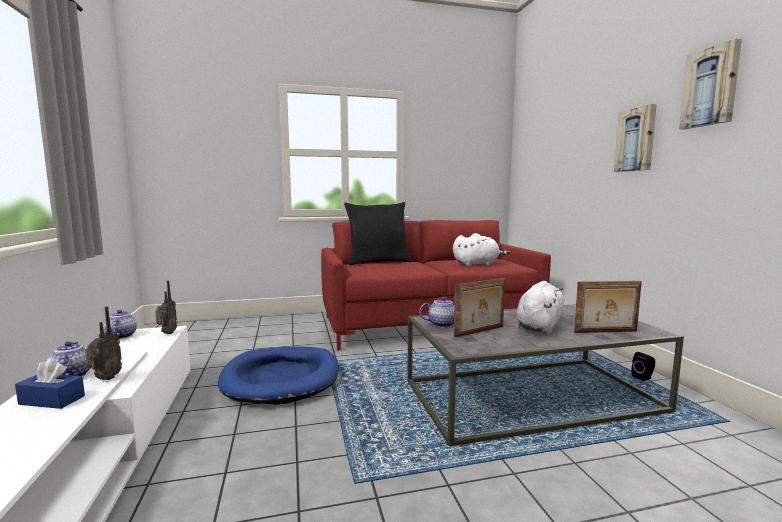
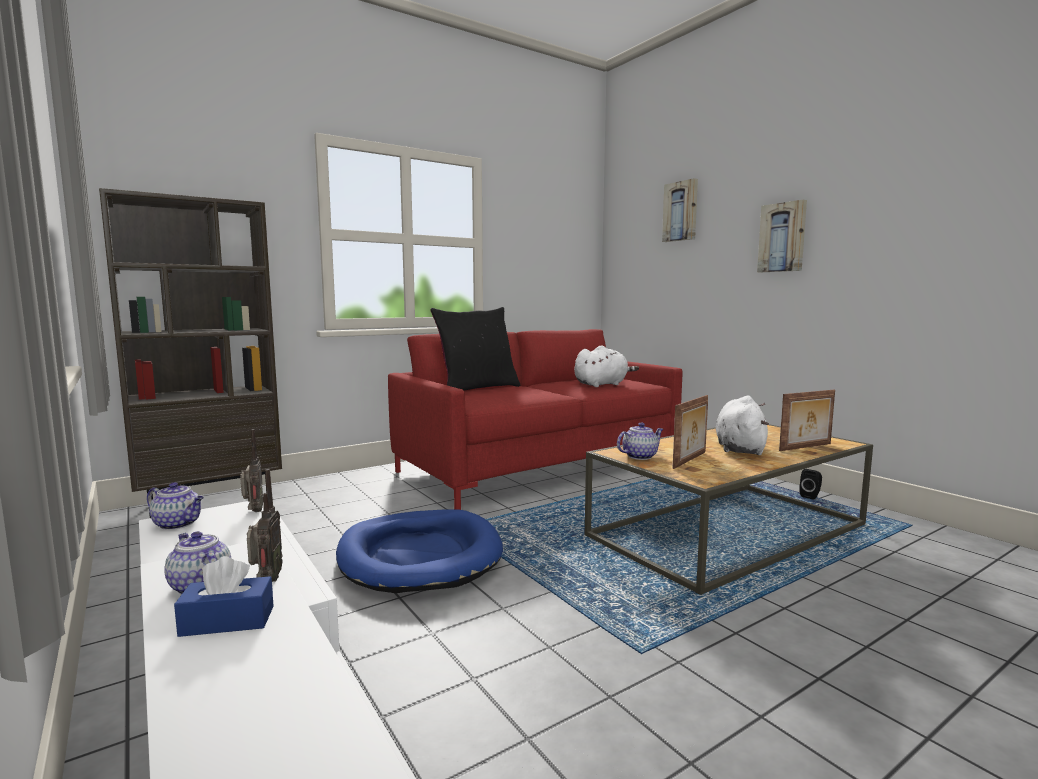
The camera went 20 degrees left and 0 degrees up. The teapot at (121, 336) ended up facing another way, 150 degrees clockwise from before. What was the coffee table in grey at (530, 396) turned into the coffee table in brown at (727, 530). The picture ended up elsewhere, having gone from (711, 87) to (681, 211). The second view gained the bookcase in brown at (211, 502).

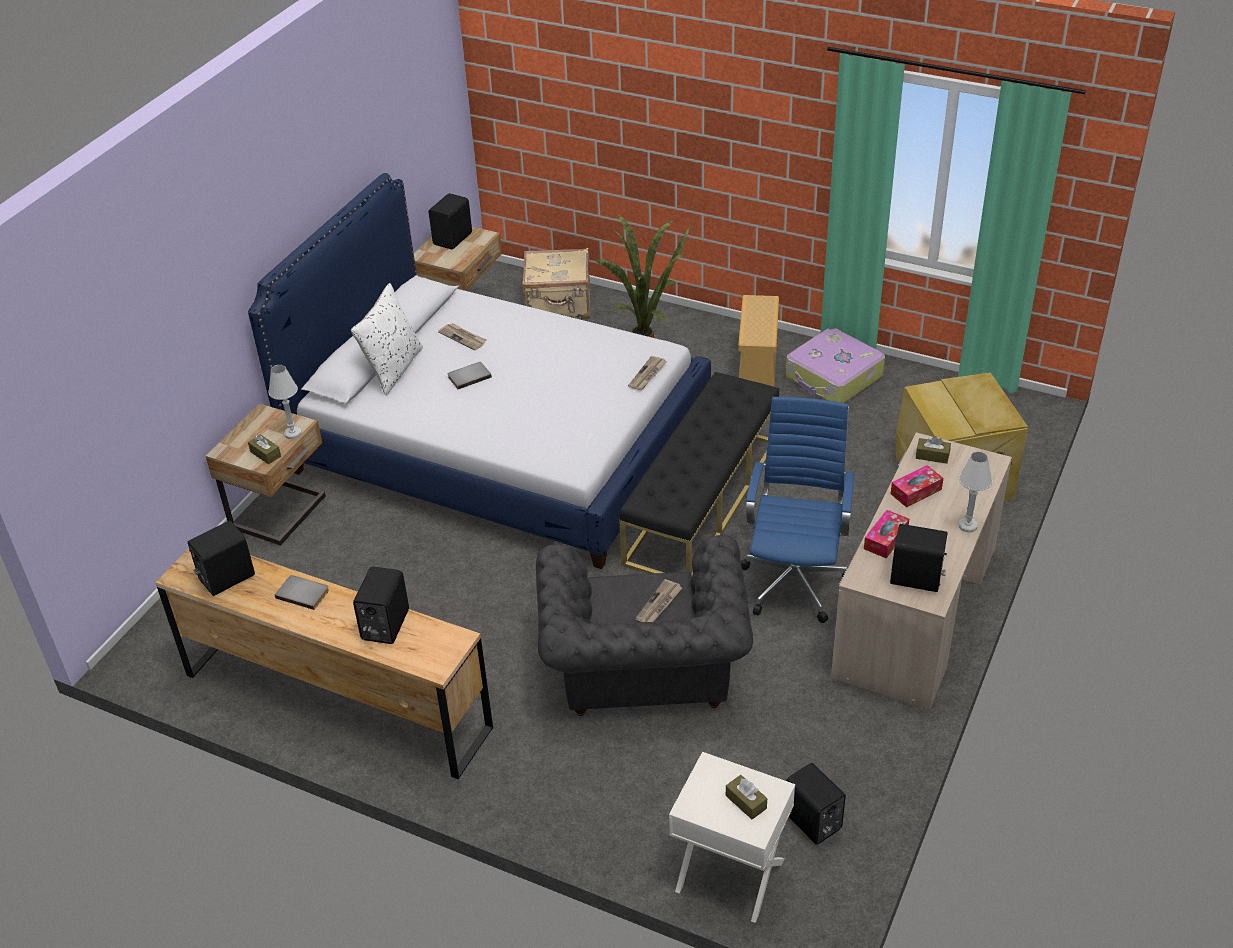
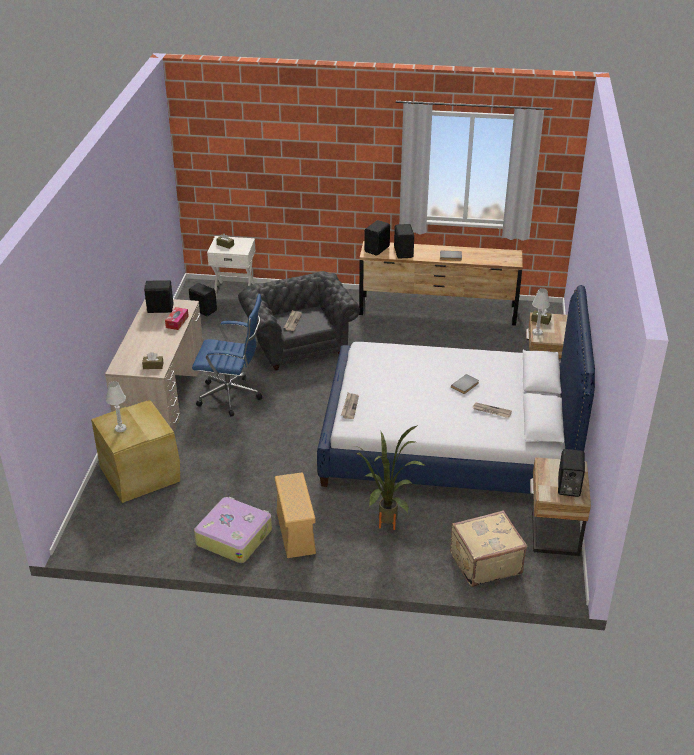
The camera went 160 degrees right and 5 degrees down. The speaker in black ended up elsewhere, having gone from (225, 577) to (377, 249). The second view lost the pillow in white at (393, 369). The second view lost the bench in black at (702, 501). The office chair in blue at (795, 580) ended up facing another way, 75 degrees counterclockwise from before. The second view lost the tissue box at (916, 491). The table lamp in white ended up elsewhere, having gone from (967, 526) to (120, 428).

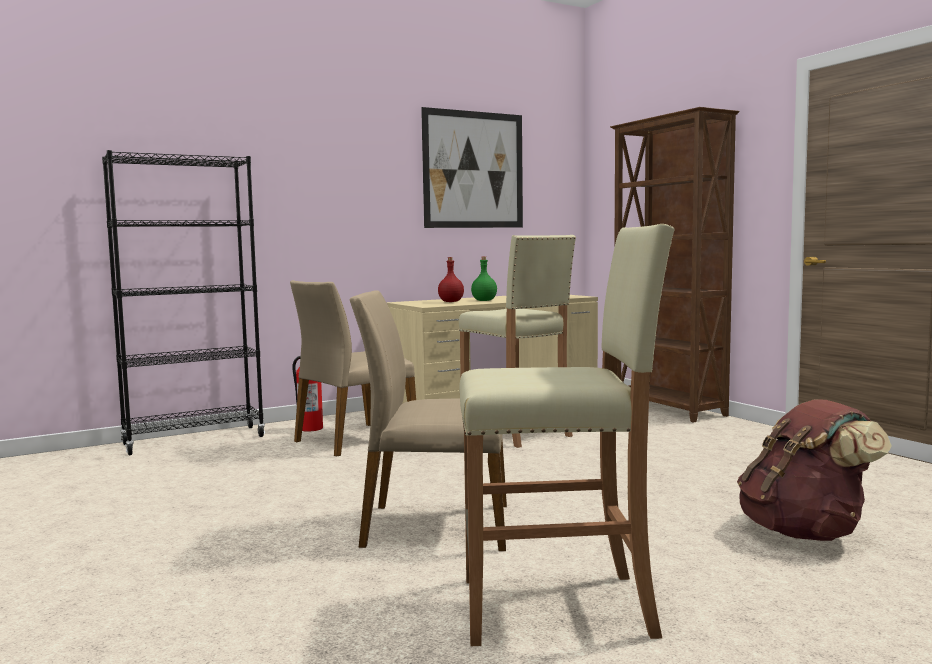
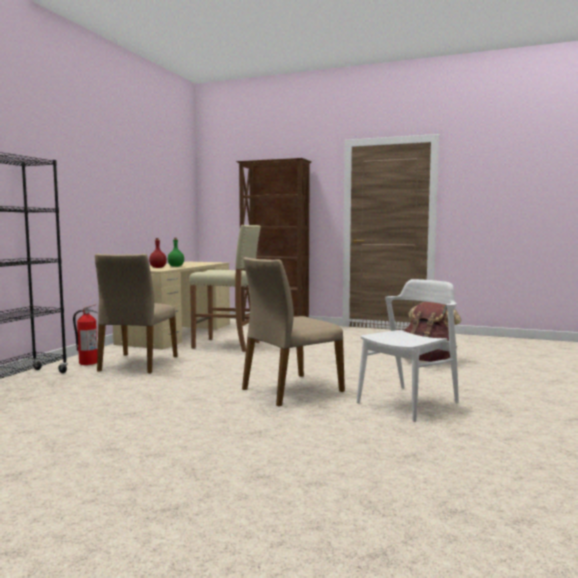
The camera went 40 degrees left and 0 degrees up. The second view lost the picture at (473, 170). Where the stool in beige stood at (558, 607), the chair in white came to stand at (408, 403).

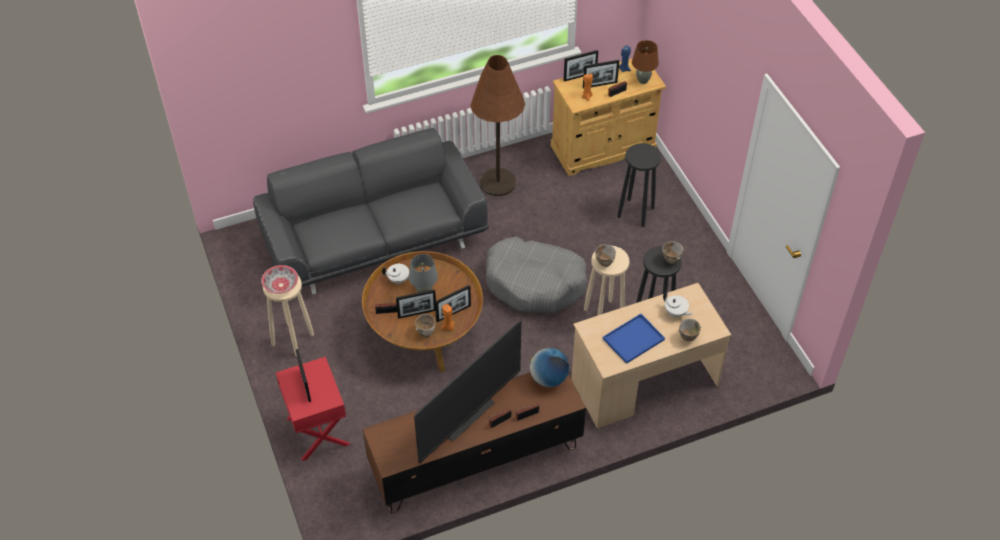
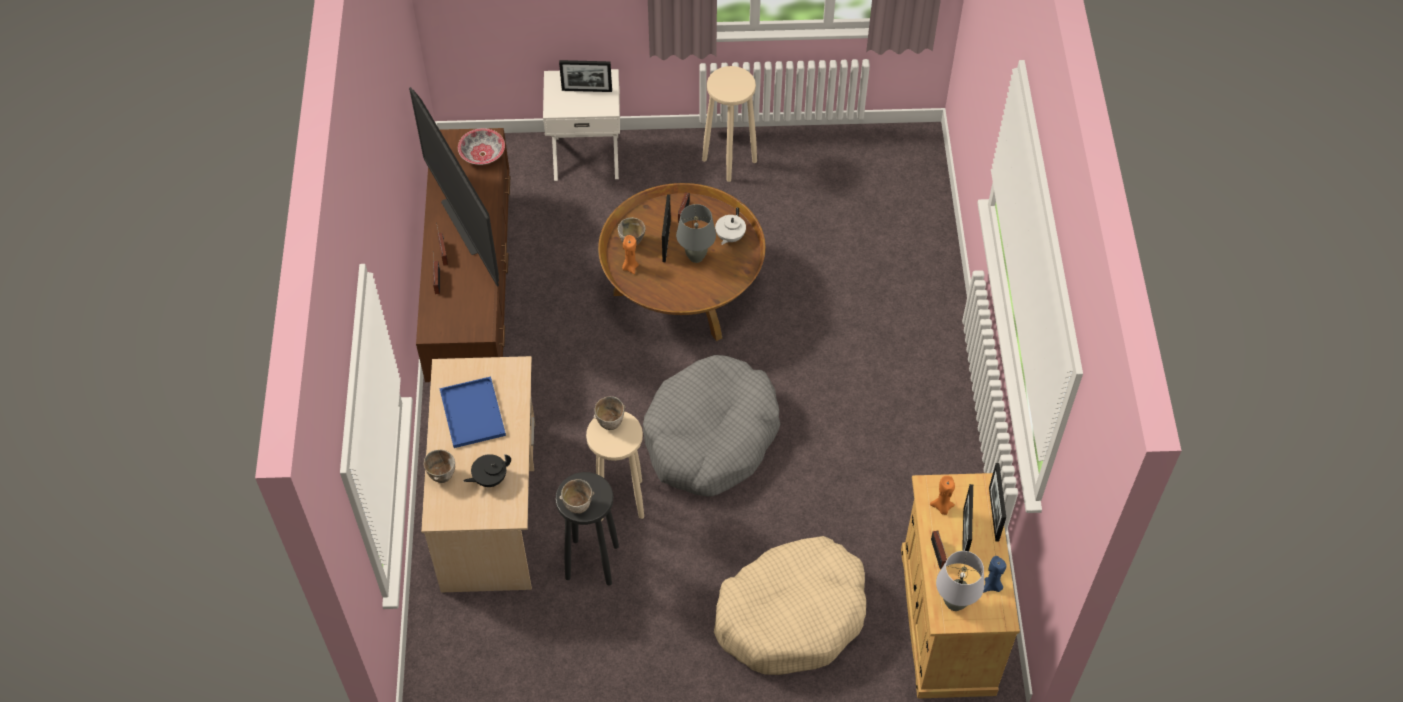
The camera went 110 degrees right and 5 degrees up. The second view lost the sofa in grey at (374, 238). The bowl ended up elsewhere, having gone from (280, 285) to (483, 154). What was the nightstand in red at (317, 432) turned into the nightstand in white at (586, 155). The second view lost the picture frame at (453, 313). The second view lost the floor lamp in brown at (498, 182). The second view lost the globe at (548, 378). Where the stool in black stood at (636, 212), the dog bed in beige came to stand at (792, 614). What was the table lamp in brown at (643, 80) turned into the table lamp in grey at (955, 603). What was the teapot in white at (675, 312) turned into the teapot in black at (489, 478).

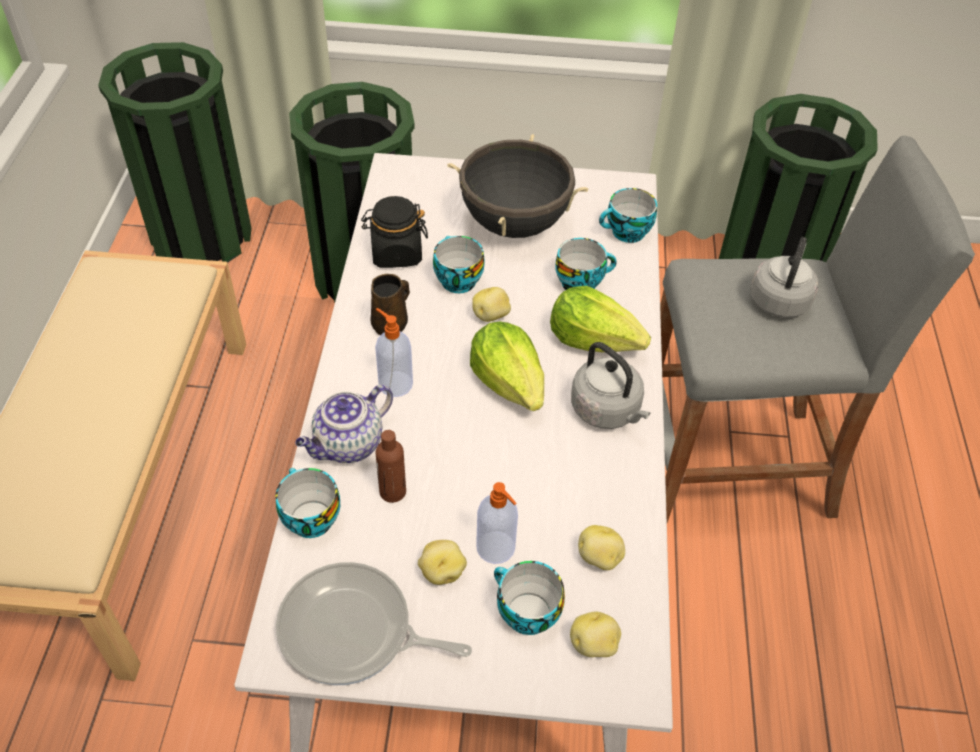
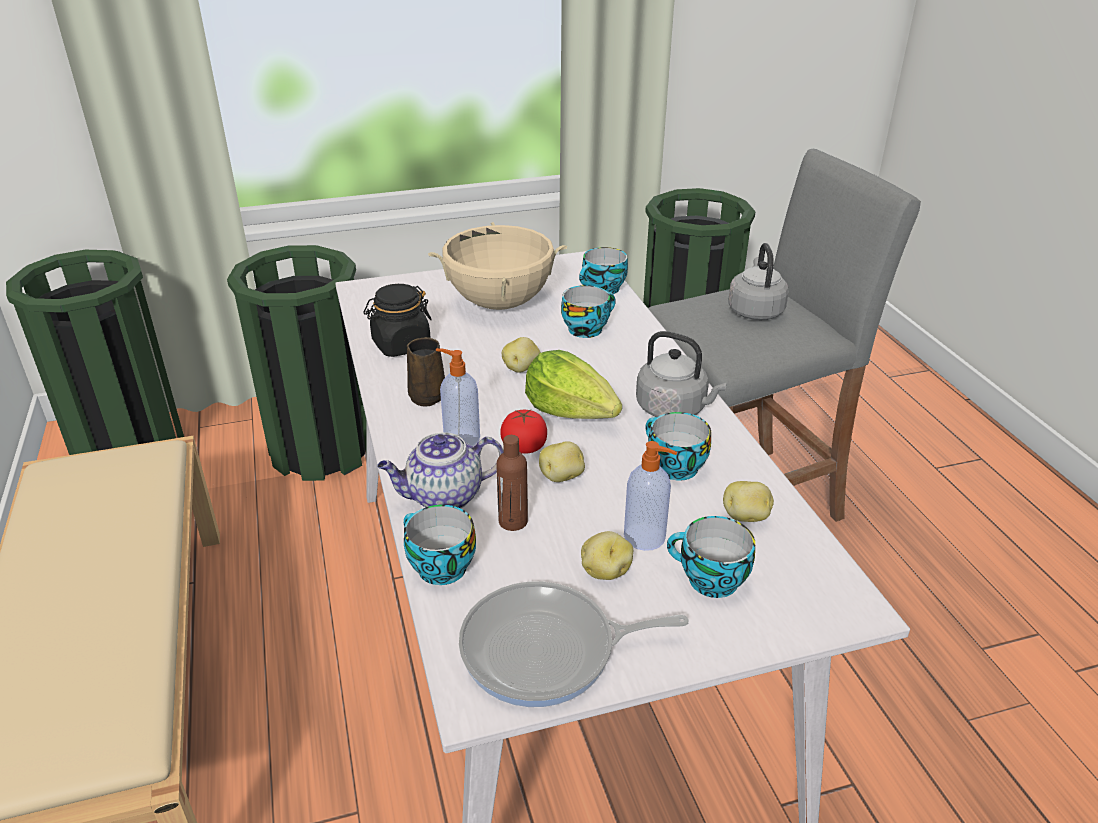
The camera went 20 degrees left and 15 degrees down. The teapot at (348, 445) ended up facing another way, 45 degrees clockwise from before. The cup ended up elsewhere, having gone from (456, 280) to (672, 467). What was the cooking pot in black at (514, 224) turned into the cooking pot in beige at (499, 303). The second view lost the lettuce at (594, 340). The potato ended up elsewhere, having gone from (594, 645) to (562, 477). The second view gained the tomato at (524, 447).

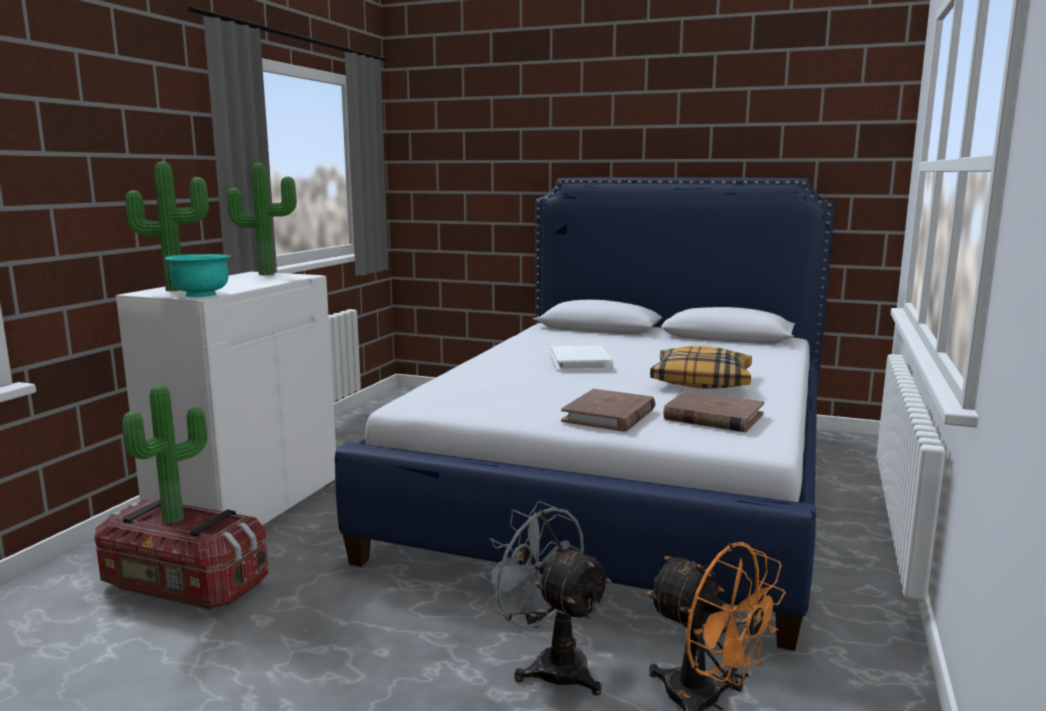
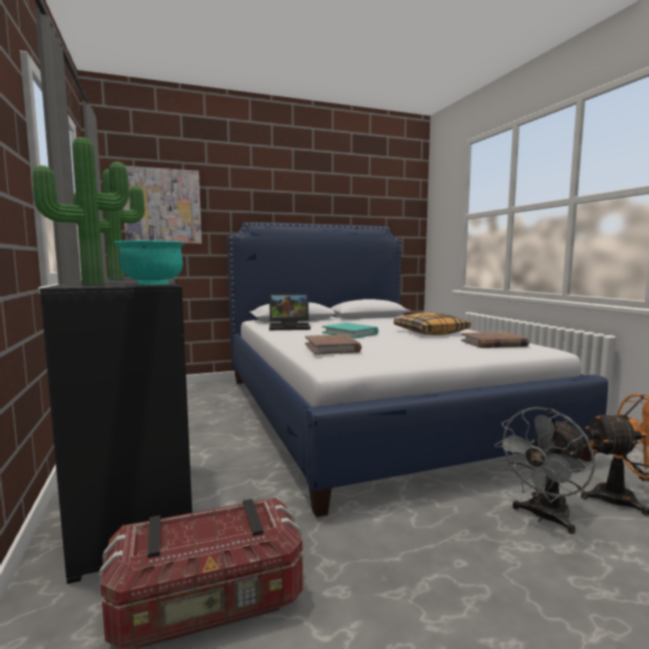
The camera went 40 degrees left and 5 degrees down. What was the cabinet in white at (248, 506) turned into the cabinet in black at (136, 511). The second view lost the potted plant at (176, 520). The fan in grey at (550, 665) ended up facing another way, 45 degrees counterclockwise from before. What was the book in white at (581, 363) turned into the book in turquoise at (350, 333). The book in brown ended up elsewhere, having gone from (609, 415) to (332, 348). The second view gained the picture at (162, 206). The second view gained the laptop at (290, 327).

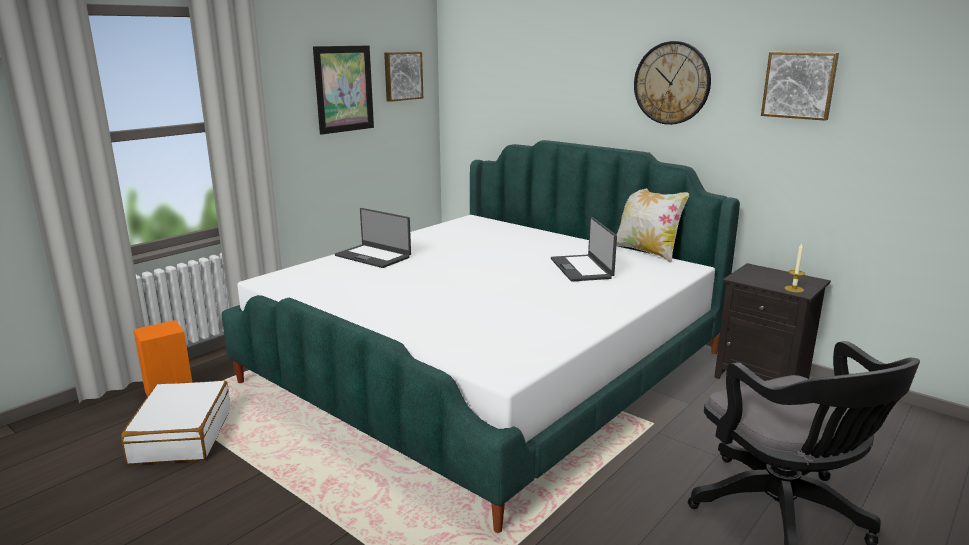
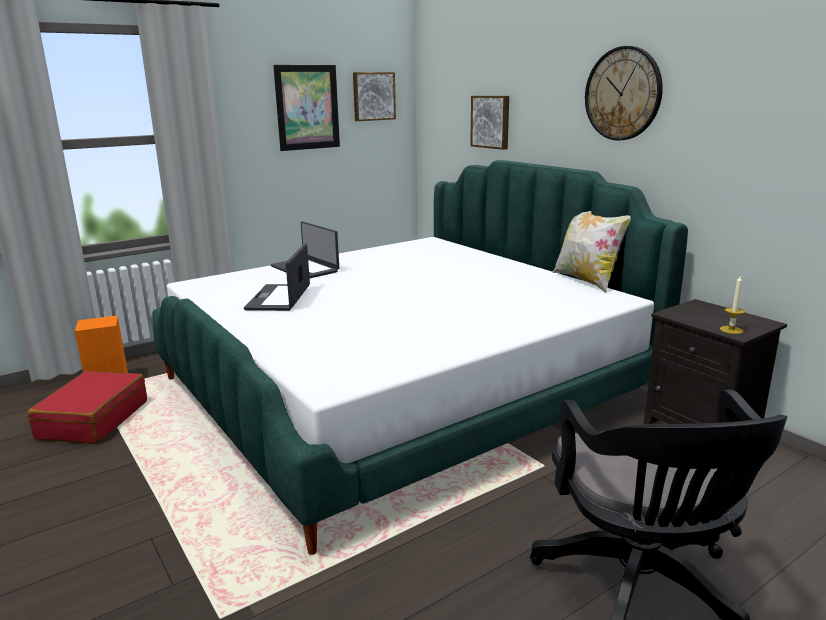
The camera went 15 degrees right and 0 degrees up. What was the suitcase in white at (181, 435) turned into the suitcase in red at (93, 419). The laptop ended up elsewhere, having gone from (582, 268) to (280, 298). The picture ended up elsewhere, having gone from (799, 85) to (491, 121).

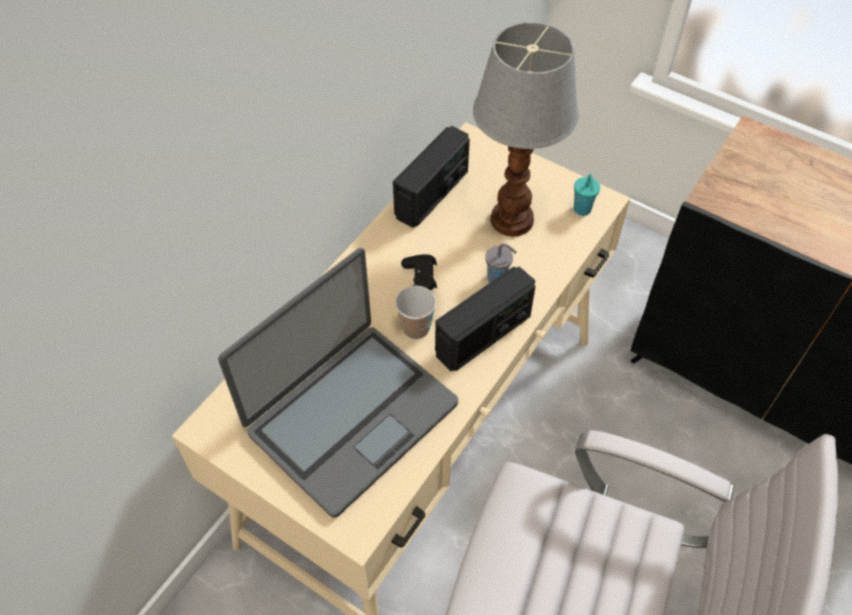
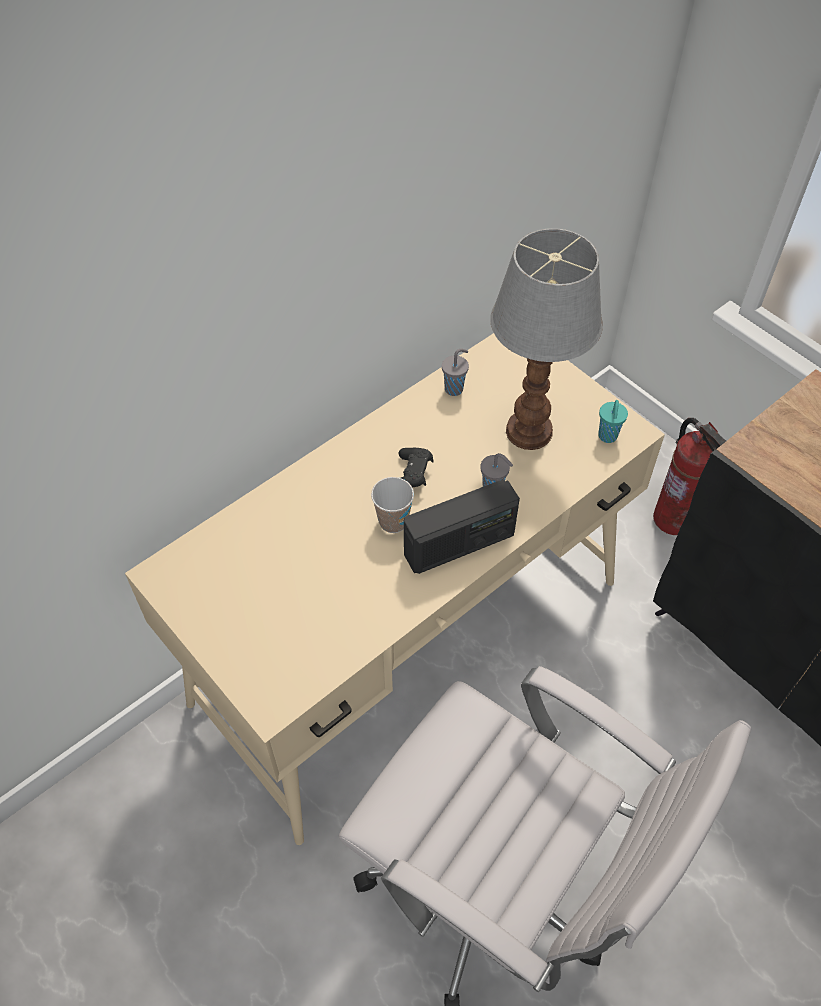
The camera went 15 degrees right and 0 degrees up. The second view lost the laptop at (350, 416). Where the radio stood at (432, 194), the cup in grey came to stand at (455, 388). The second view gained the fire extinguisher at (674, 519).

